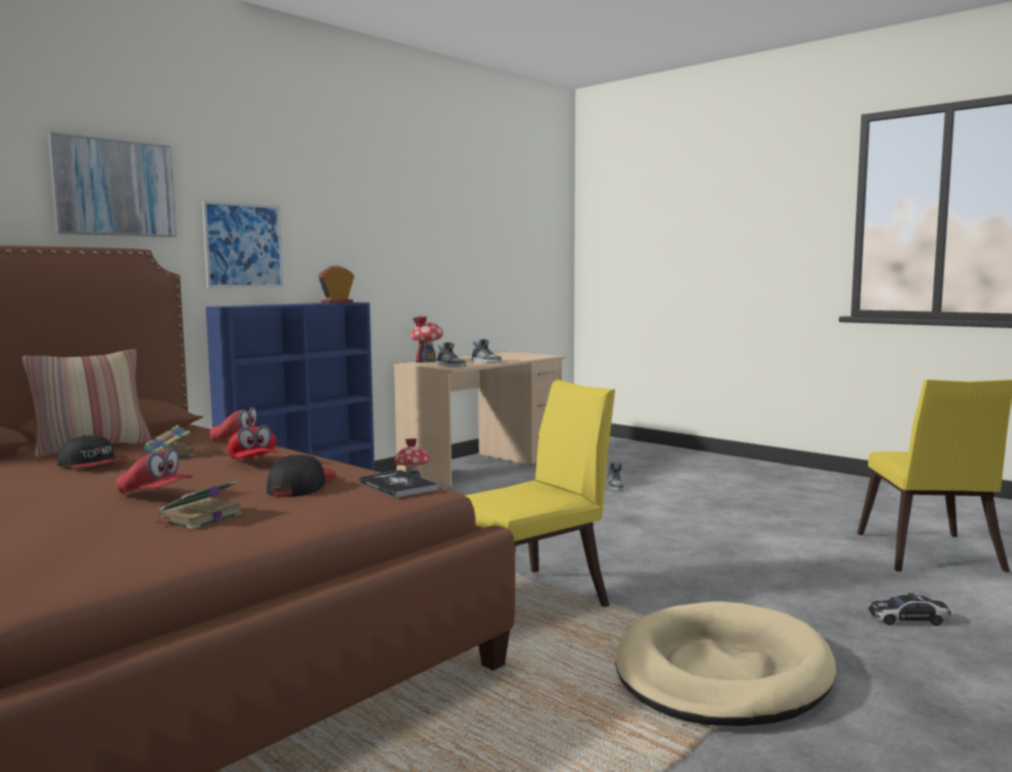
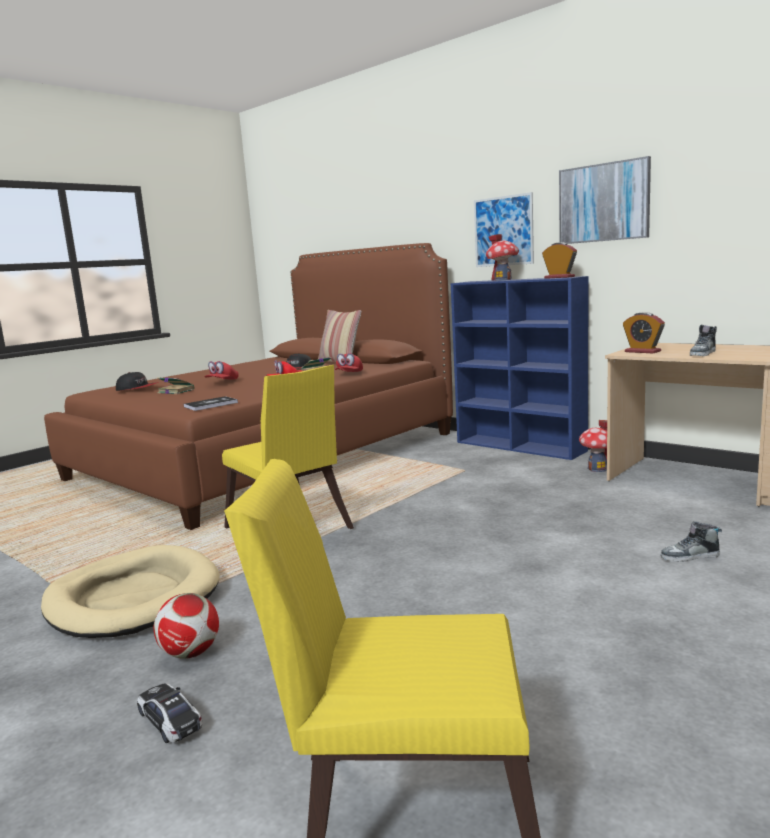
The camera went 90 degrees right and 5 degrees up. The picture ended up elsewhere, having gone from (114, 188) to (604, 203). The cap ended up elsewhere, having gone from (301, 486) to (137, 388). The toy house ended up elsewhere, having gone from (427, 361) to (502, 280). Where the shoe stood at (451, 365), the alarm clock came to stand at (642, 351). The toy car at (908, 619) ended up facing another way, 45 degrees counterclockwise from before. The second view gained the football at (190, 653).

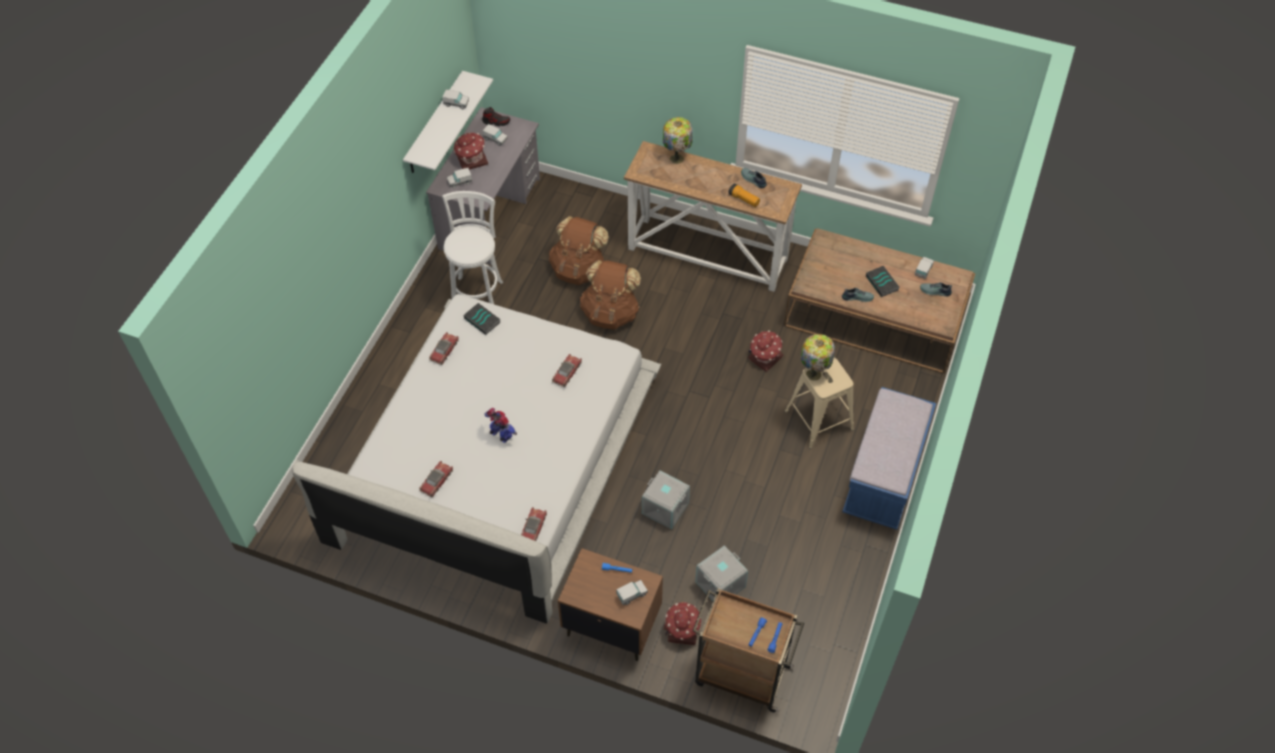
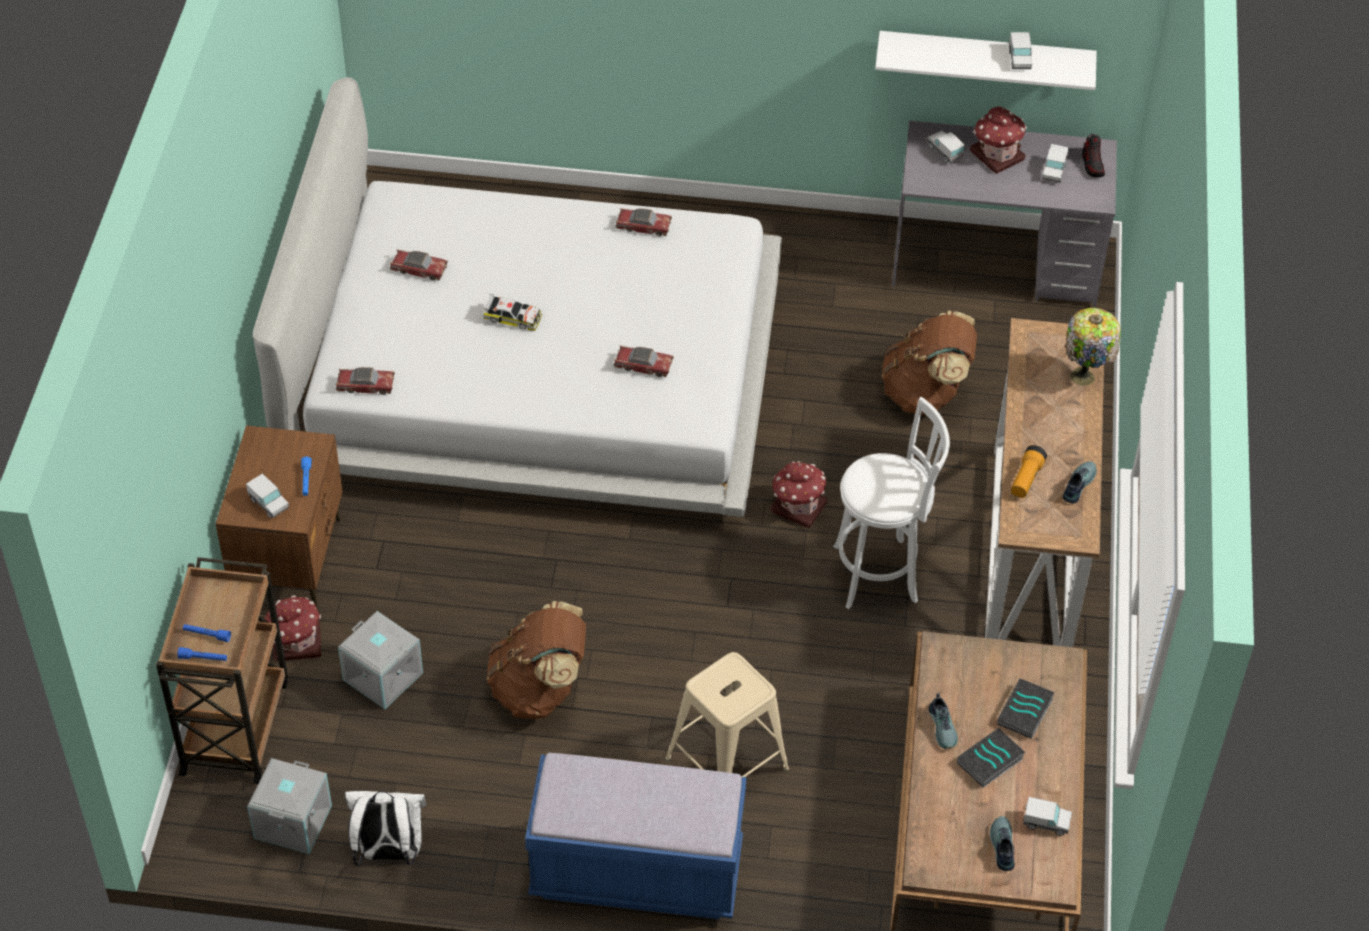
The camera went 75 degrees right and 5 degrees down. The stool in white ended up elsewhere, having gone from (477, 292) to (881, 573). The book ended up elsewhere, having gone from (483, 320) to (1025, 712). Where the toy robot stood at (501, 435), the toy car came to stand at (512, 317). The backpack in brown ended up elsewhere, having gone from (610, 313) to (539, 689). The storage box in grey ended up elsewhere, having gone from (664, 508) to (292, 821). The toy house ended up elsewhere, having gone from (764, 358) to (797, 506). The second view lost the table lamp at (814, 373). The second view gained the backpack in white at (389, 852).

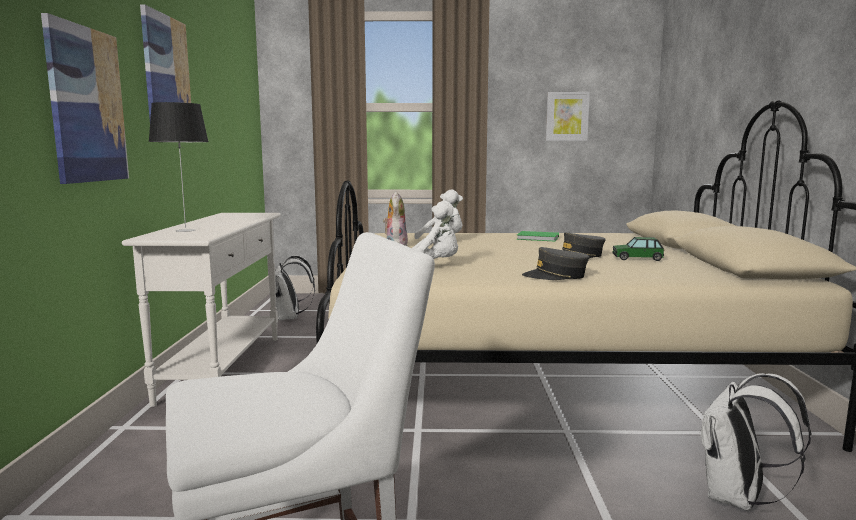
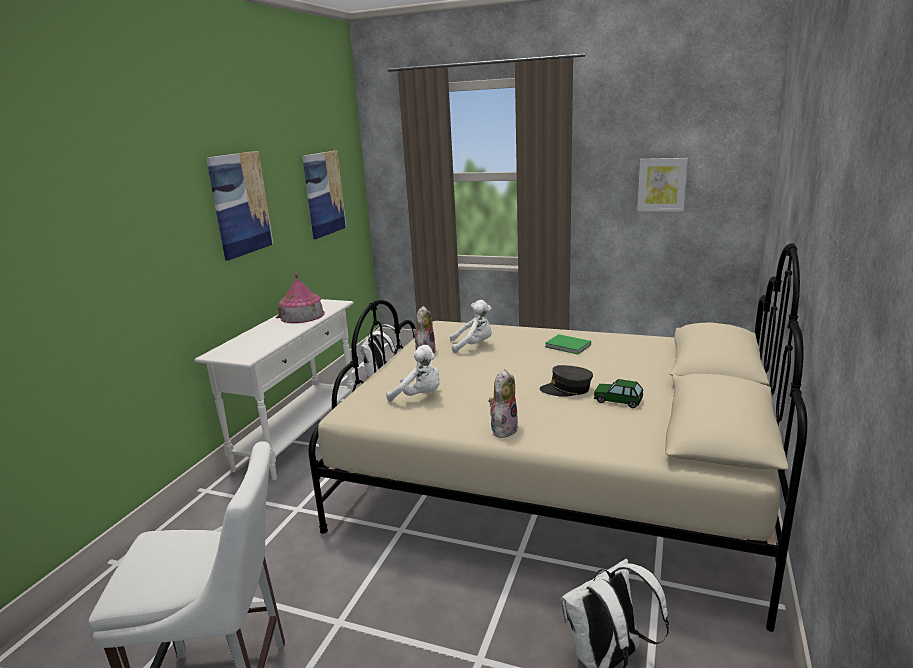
The camera went 20 degrees right and 10 degrees up. The picture ended up elsewhere, having gone from (87, 105) to (324, 194). The second view lost the table lamp at (186, 230). Where the cap in grey stood at (556, 276), the plush toy came to stand at (503, 429). The second view gained the toy house at (302, 315).

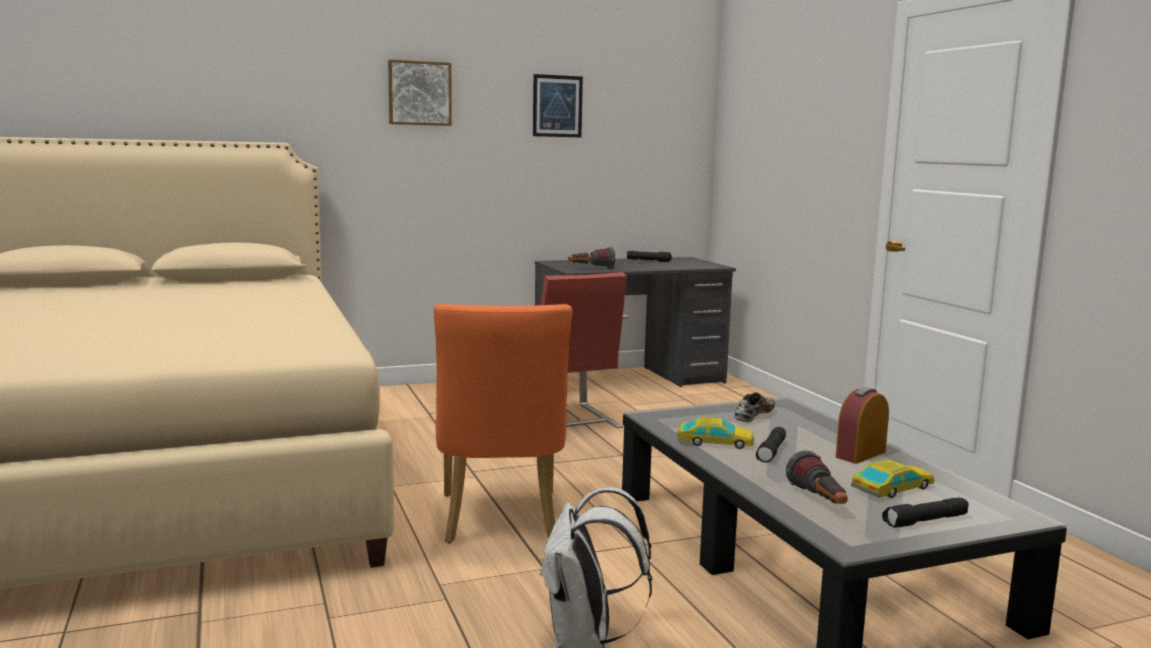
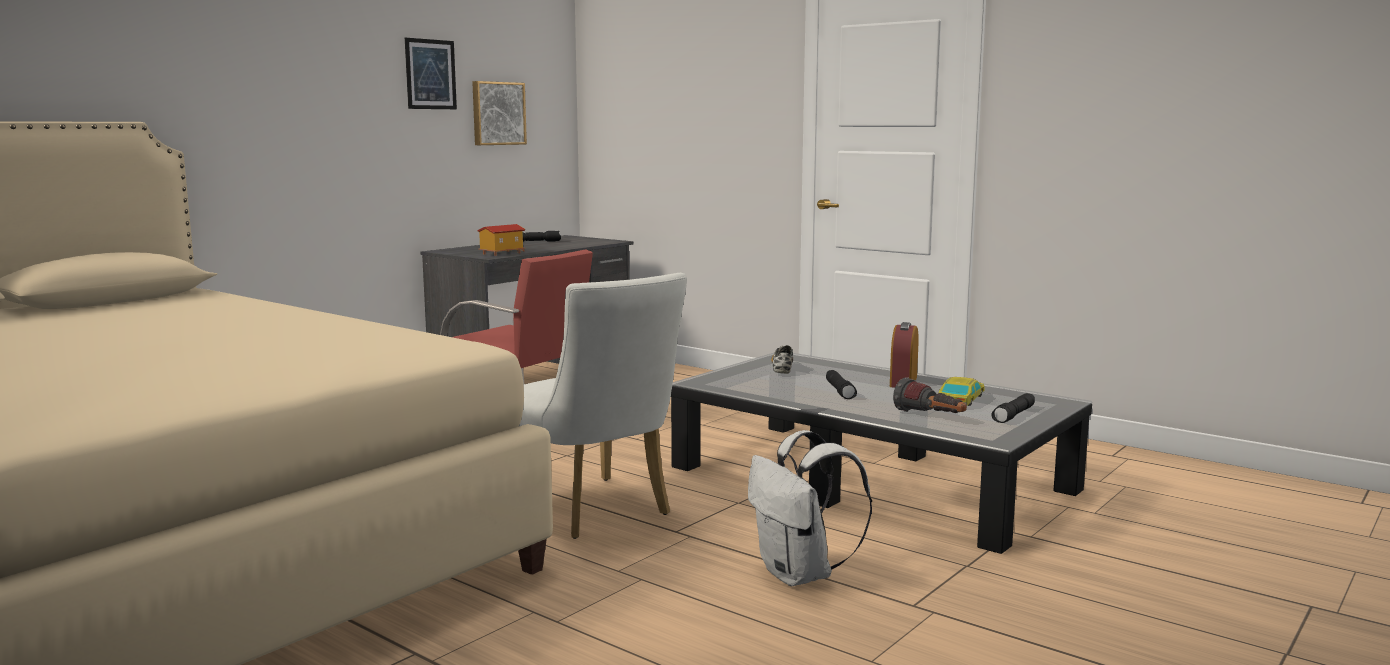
The camera went 30 degrees left and 0 degrees up. The picture ended up elsewhere, having gone from (419, 93) to (497, 113). What was the chair in orange at (499, 522) turned into the chair in white at (595, 511). Where the flashlight stood at (591, 269), the toy house came to stand at (501, 253). The second view lost the toy car at (715, 442).

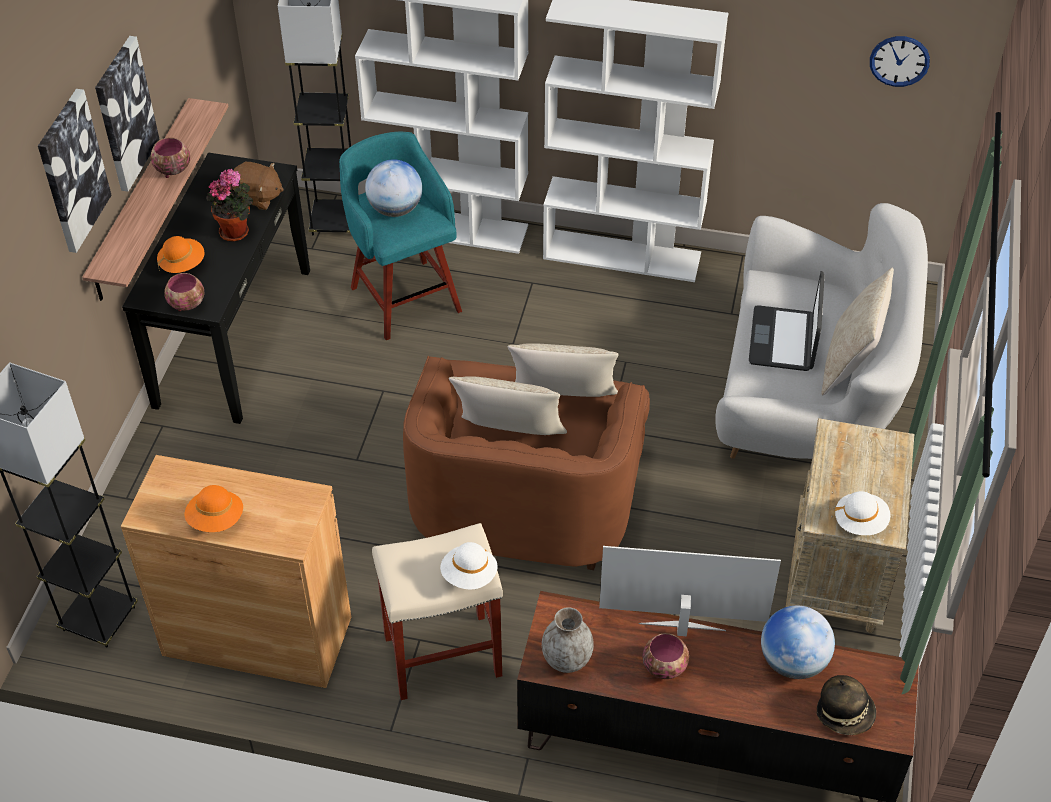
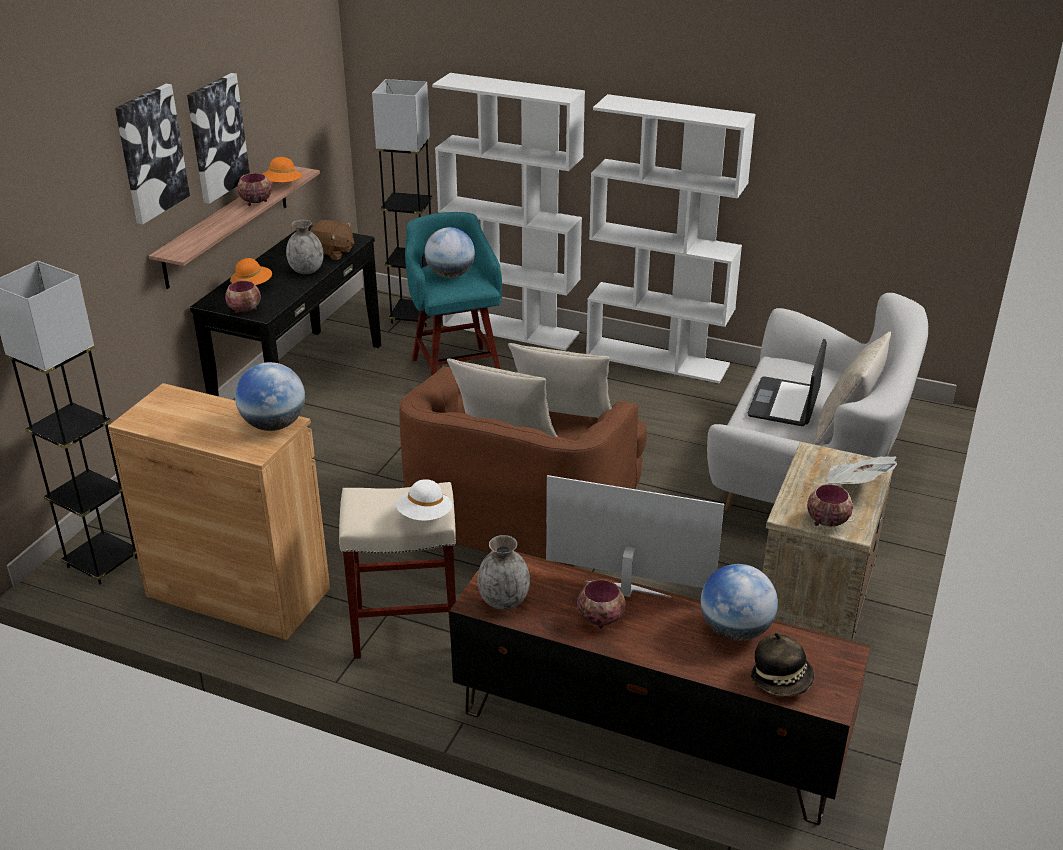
The camera went 10 degrees right and 15 degrees down. The hat in orange ended up elsewhere, having gone from (216, 519) to (282, 185). Where the potted plant stood at (236, 231), the vase in grey came to stand at (307, 270). Where the hat in white stood at (860, 522), the bowl came to stand at (826, 520). The second view lost the wall clock at (899, 61). The second view gained the globe at (274, 425). The second view gained the newspaper at (855, 485).

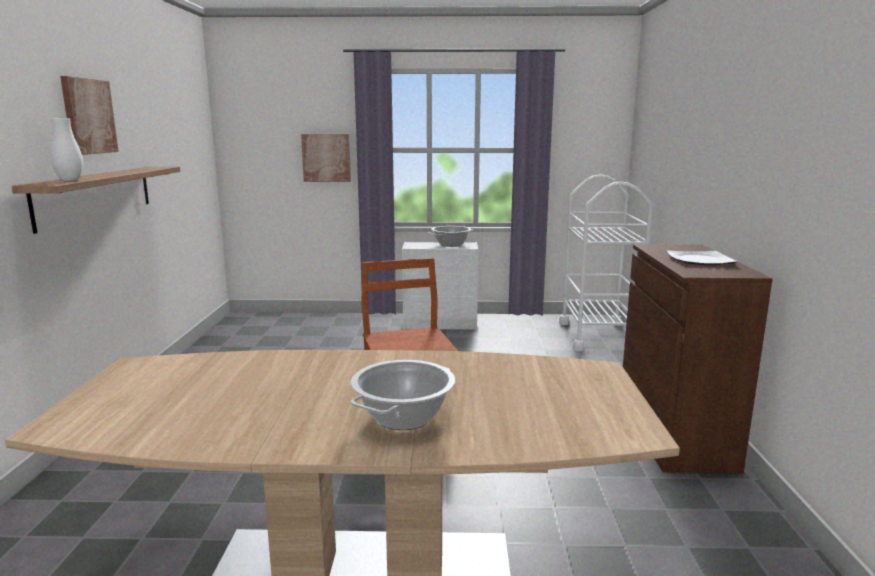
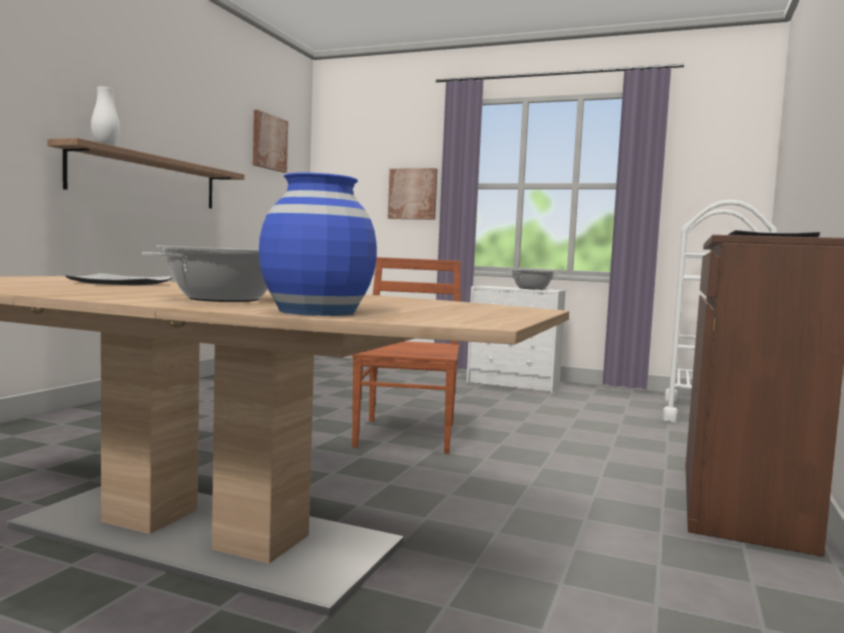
The camera went 20 degrees right and 10 degrees down. The picture ended up elsewhere, having gone from (88, 116) to (269, 142). The second view gained the plate at (122, 283). The second view gained the vase in blue at (318, 312).

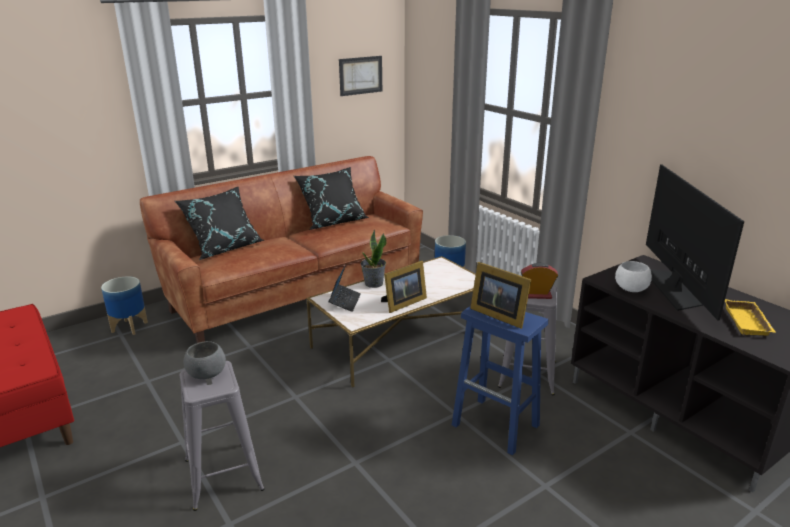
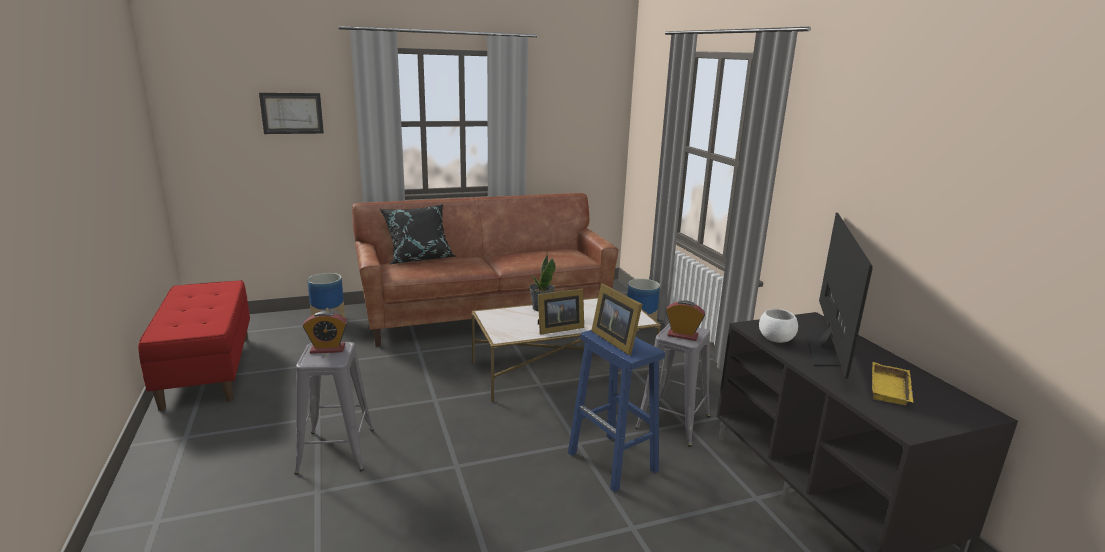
The camera went 15 degrees right and 5 degrees down. Where the bowl in grey stood at (206, 374), the alarm clock came to stand at (327, 349). The second view lost the pillow in black at (333, 221). The second view lost the laptop at (345, 301). The picture ended up elsewhere, having gone from (360, 75) to (292, 113).

